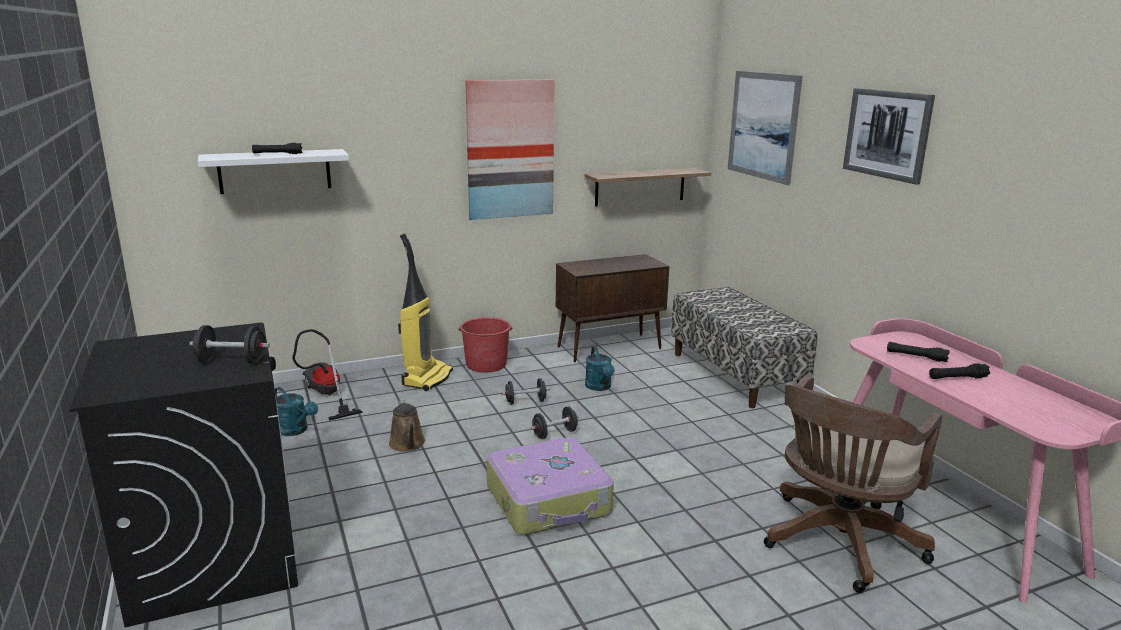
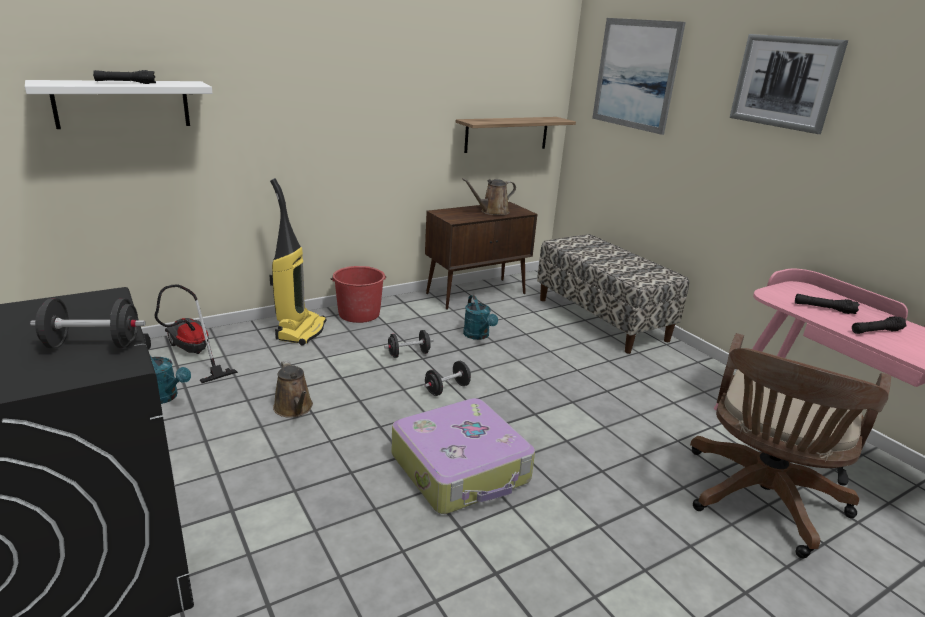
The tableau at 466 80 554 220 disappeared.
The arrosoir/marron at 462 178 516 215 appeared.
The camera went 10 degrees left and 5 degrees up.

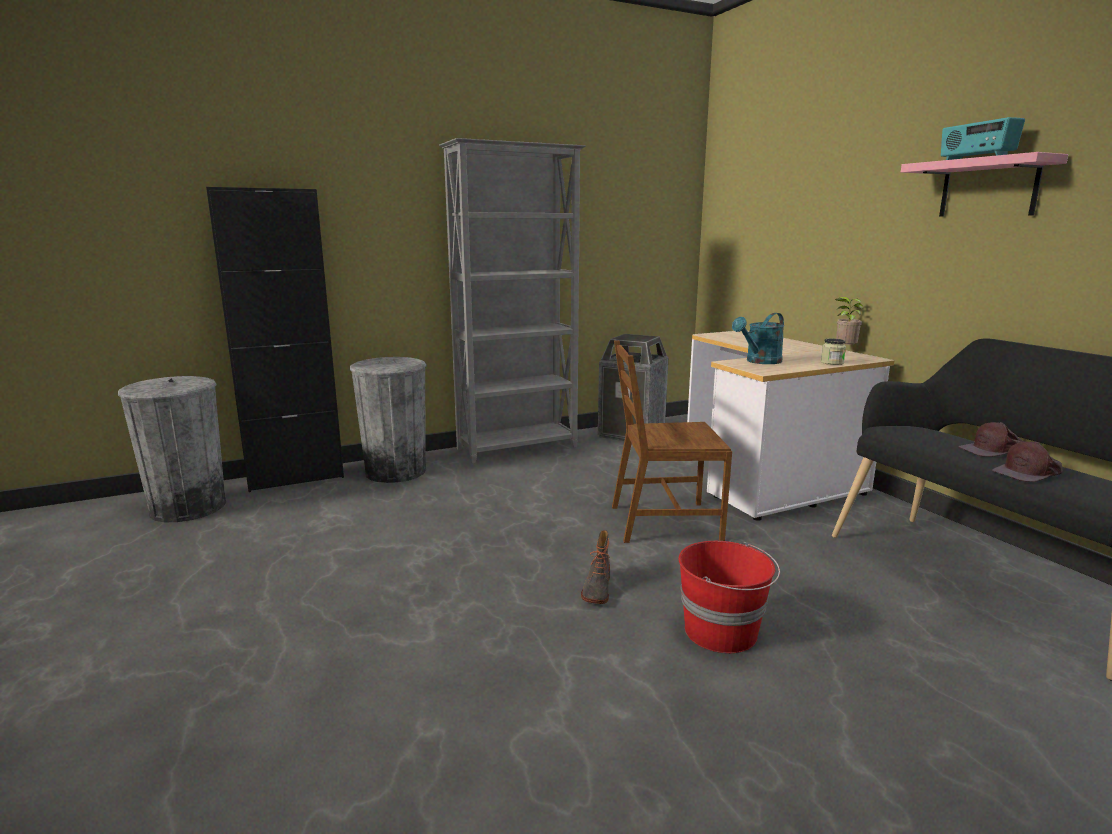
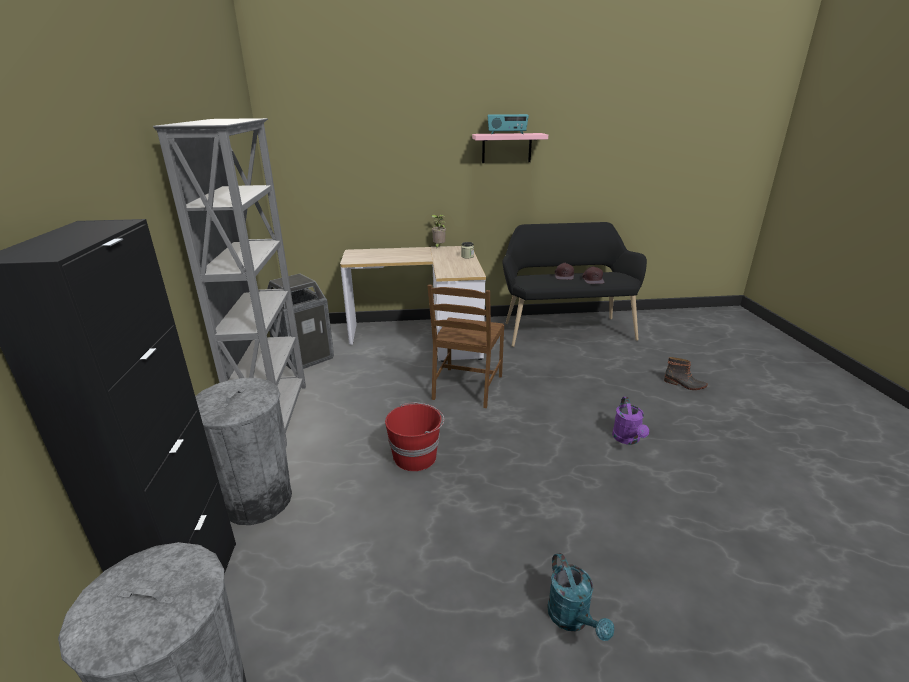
The botte moved from 581 530 610 604 to 664 357 708 390.
The seau/rouge moved from 678 541 780 653 to 385 403 444 471.
The arrosoir/turquoise moved from 732 313 785 364 to 547 553 614 641.
The arrosoir/violet at 612 397 649 445 appeared.
The camera went 70 degrees left and 10 degrees up.

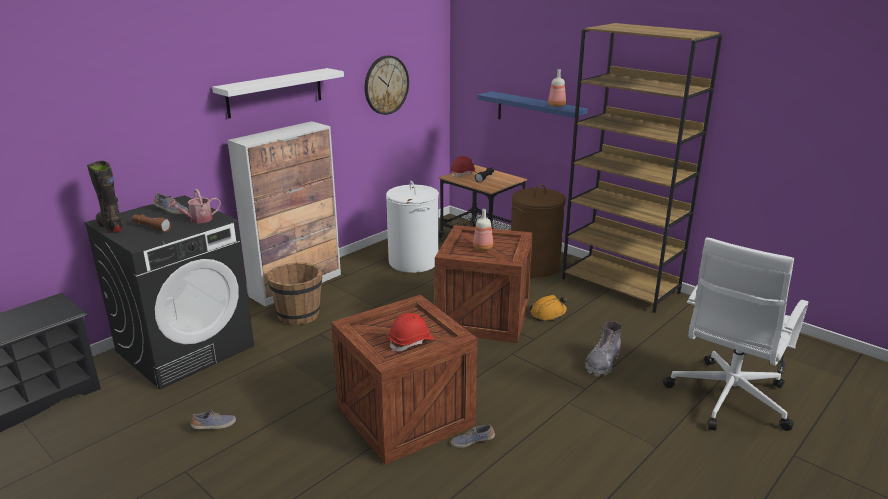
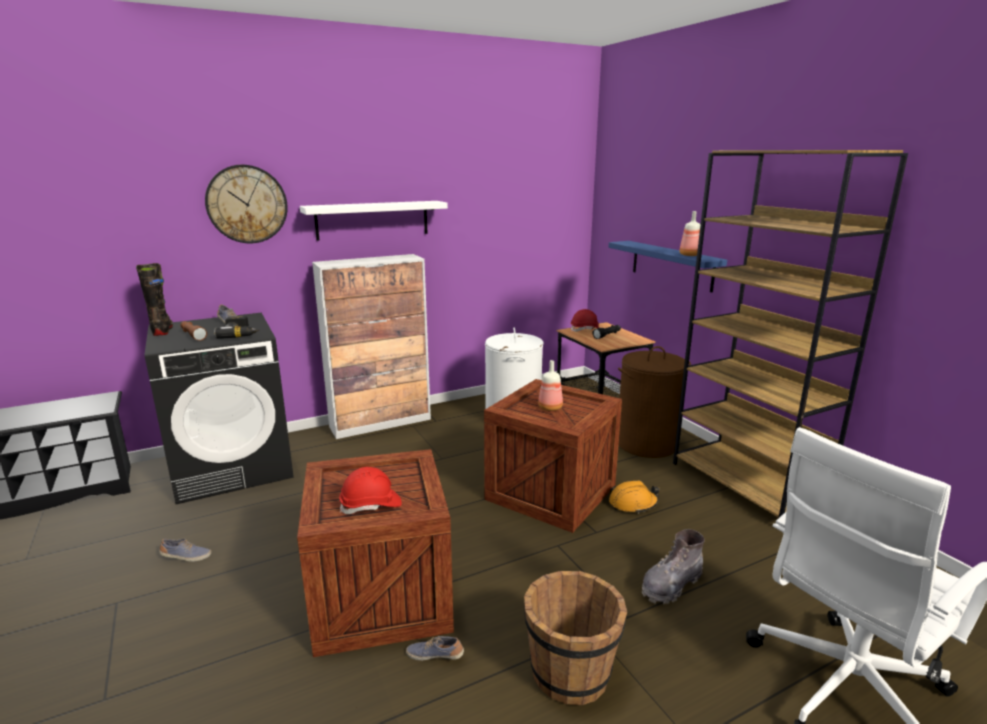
The arrosoir at 168 189 221 224 was replaced by the perceuse at 214 316 260 339.
The seau/marron moved from 267 262 322 325 to 524 571 627 705.
The horloge murale moved from 365 56 409 115 to 205 164 288 243.
The camera went 20 degrees right and 5 degrees down.

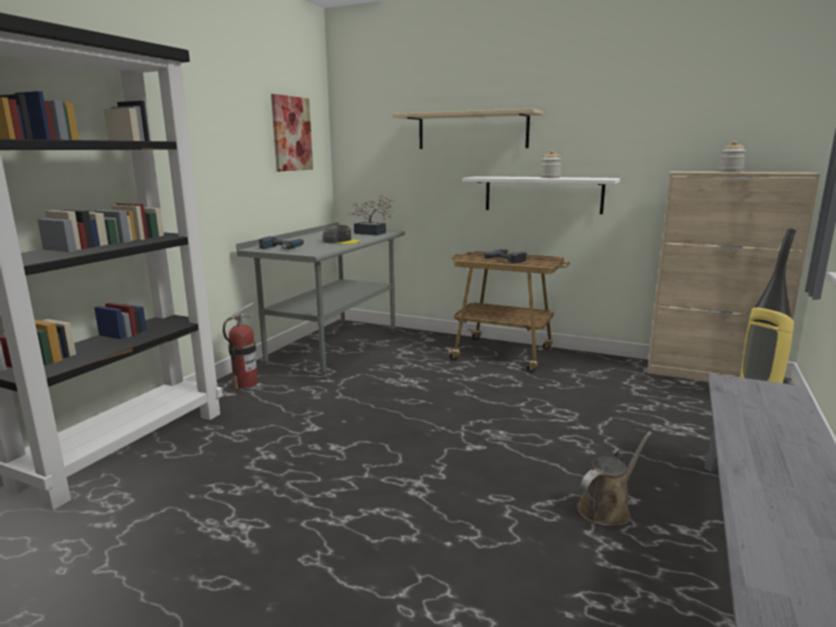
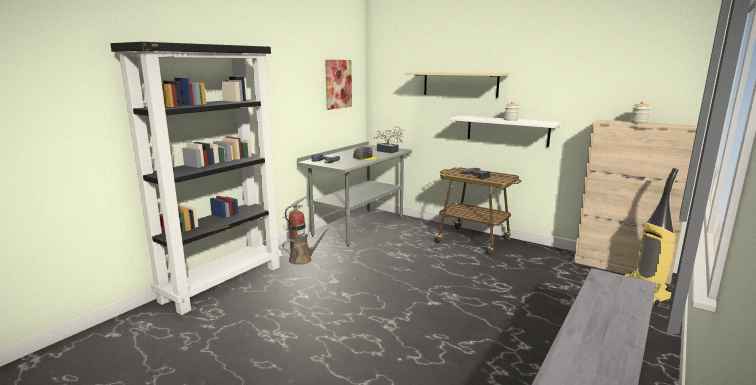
The arrosoir/marron moved from 577 431 652 526 to 283 228 329 264.
The camera went 10 degrees right and 0 degrees up.

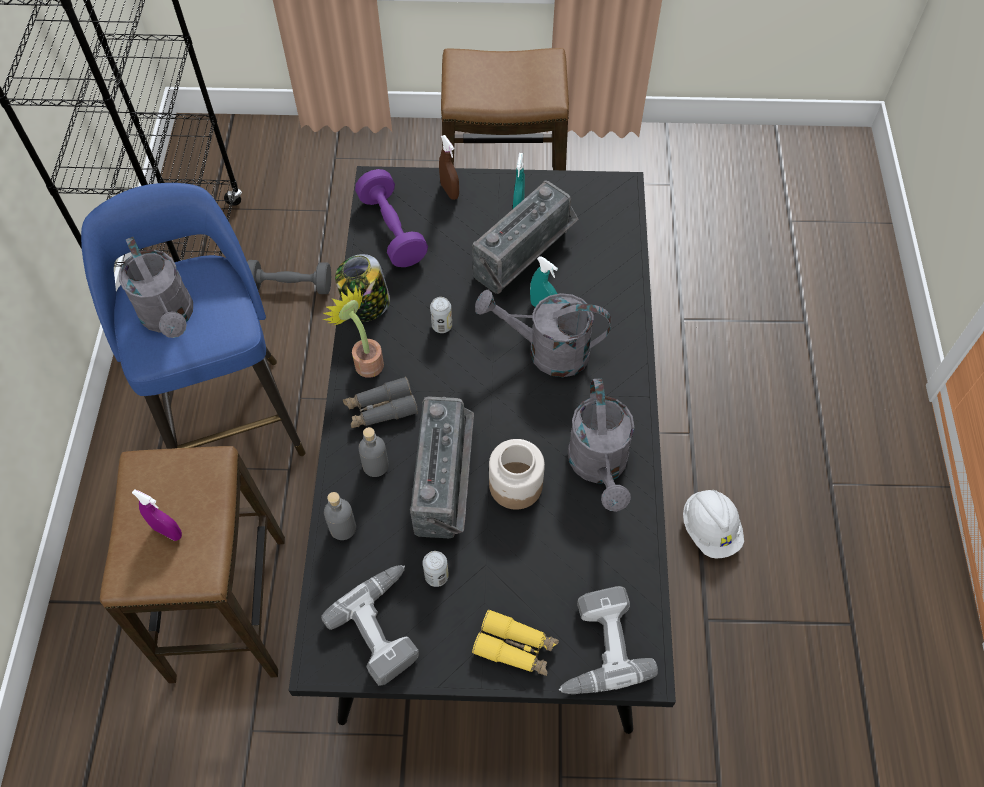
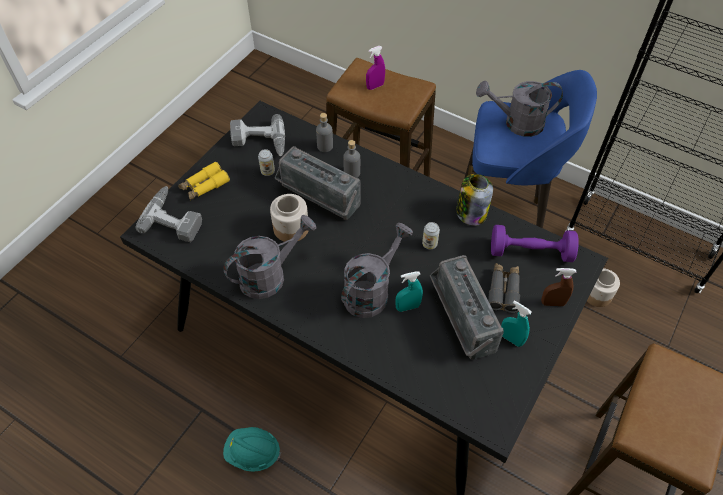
The haltère/gris at 247 260 331 294 was replaced by the bocal at 587 268 620 307.
The plante en pot at 322 285 384 378 disappeared.
The jumelles/gris moved from 343 377 418 428 to 488 263 520 313.
The arrosoir/gris at 568 378 635 512 turned 120 degrees clockwise.
The casque de chantier/blanc at 683 490 744 558 became the casque de chantier/turquoise at 223 427 281 472.
The camera went 120 degrees right and 5 degrees down.

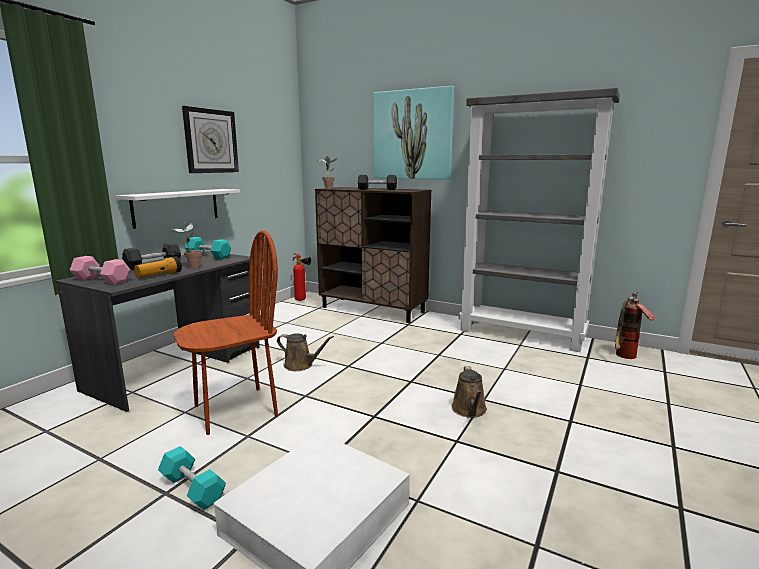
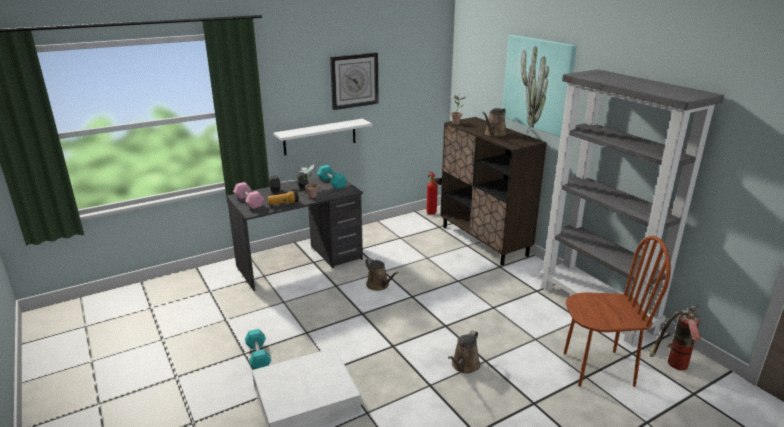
The chaise/marron moved from 174 230 278 435 to 564 236 671 387.
The haltère/noir at 358 175 397 190 was replaced by the arrosoir/marron at 483 108 507 137.
The camera went 30 degrees right and 10 degrees up.

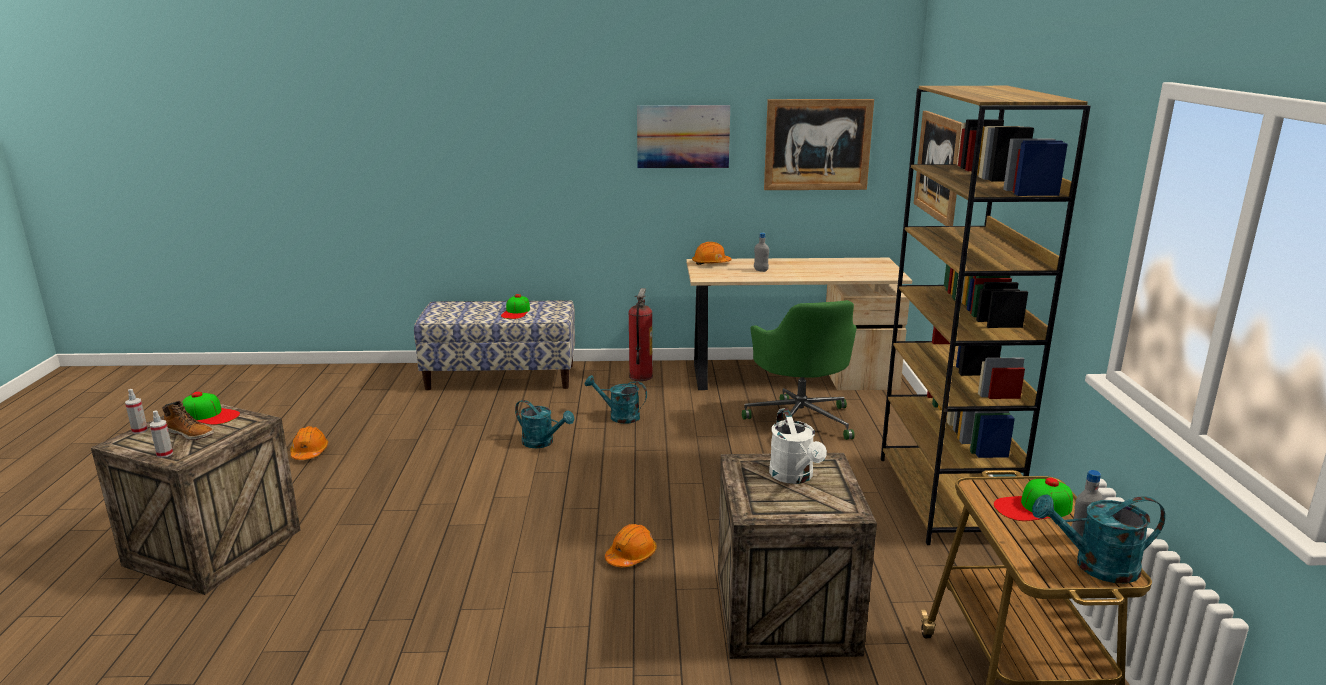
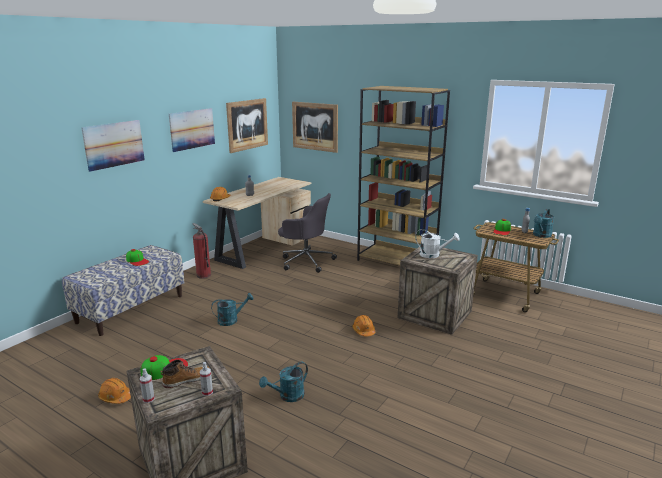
The arrosoir/turquoise moved from 585 375 647 424 to 259 362 308 402.
The chaise de bureau/vert at 742 300 856 440 became the chaise de bureau/gris at 278 193 337 273.
The tableau at 81 120 145 172 appeared.
The camera went 55 degrees left and 0 degrees up.

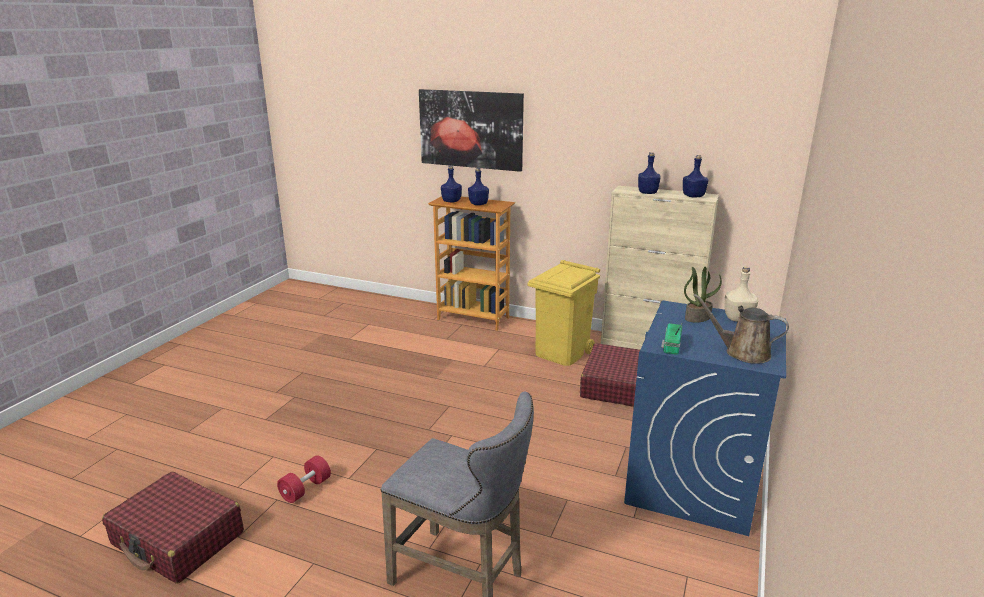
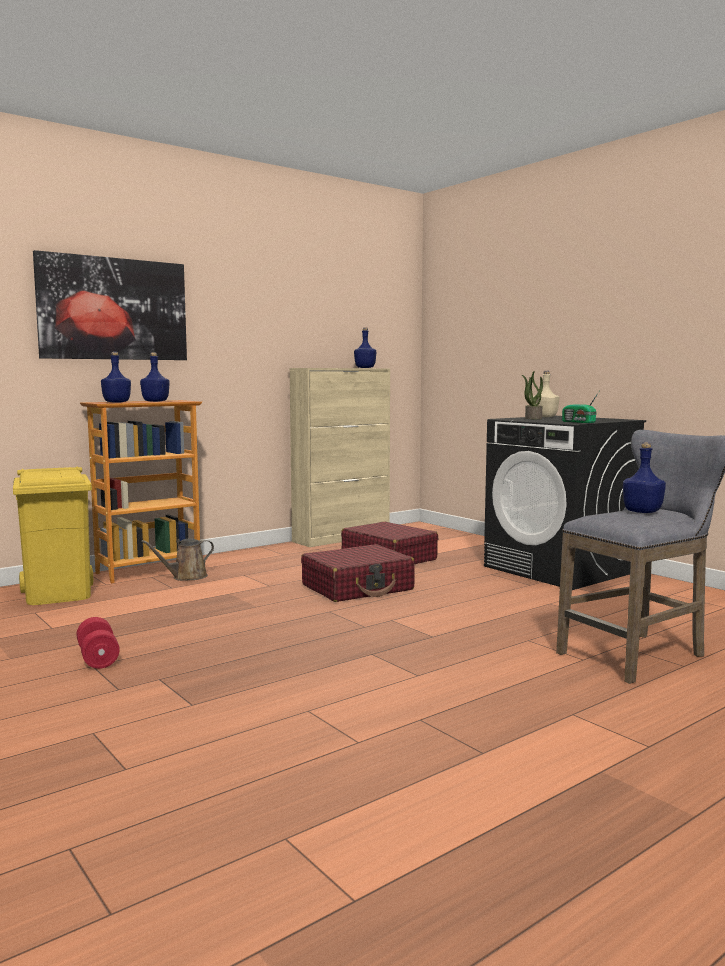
The valise/rouge moved from 102 472 244 584 to 301 544 415 602.
The haltère/rouge moved from 277 455 331 503 to 76 617 120 669.
The poubelle/jaune moved from 527 260 600 366 to 13 466 93 605.
The lave-linge/bleu at 624 301 786 536 became the lave-linge/noir at 484 416 646 590.
The bouteille/bleu moved from 638 152 661 194 to 623 442 666 513.
The arrosoir/marron moved from 694 294 789 364 to 141 538 214 581.
The camera went 60 degrees left and 15 degrees down.

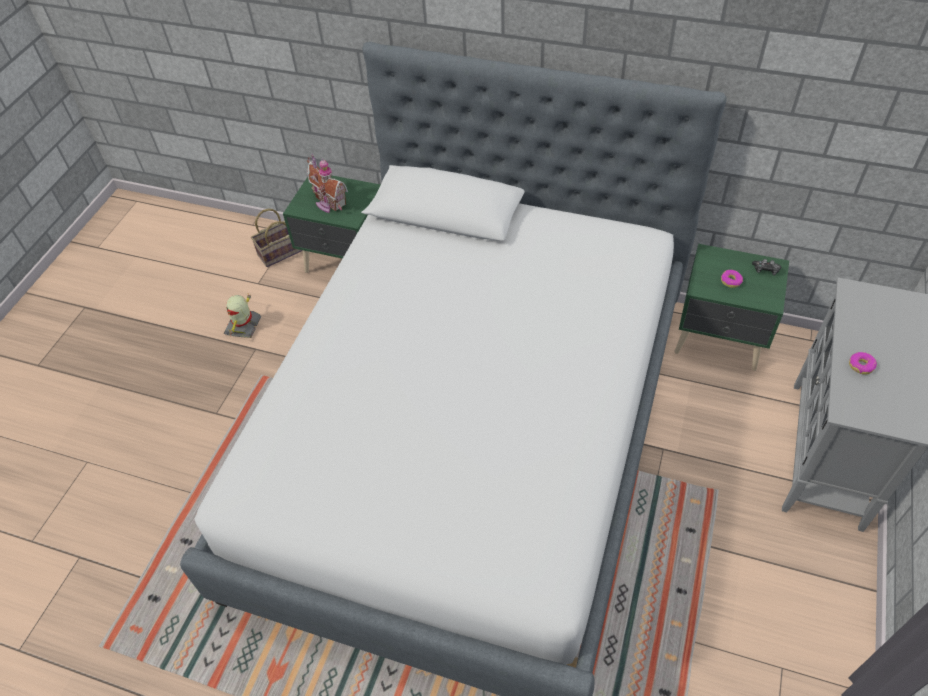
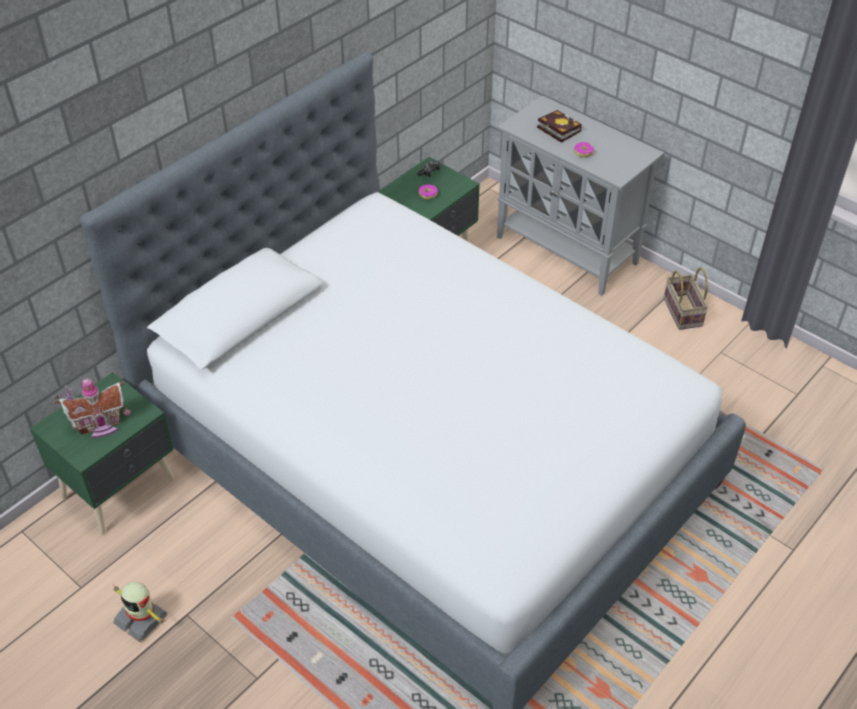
The panier moved from 251 209 303 267 to 664 267 709 330.
The livre at 537 110 582 143 appeared.
The camera went 70 degrees left and 5 degrees down.

